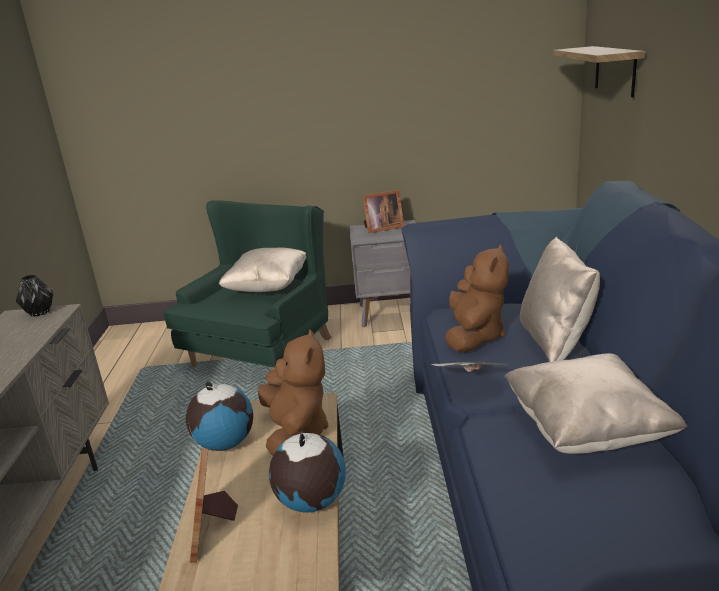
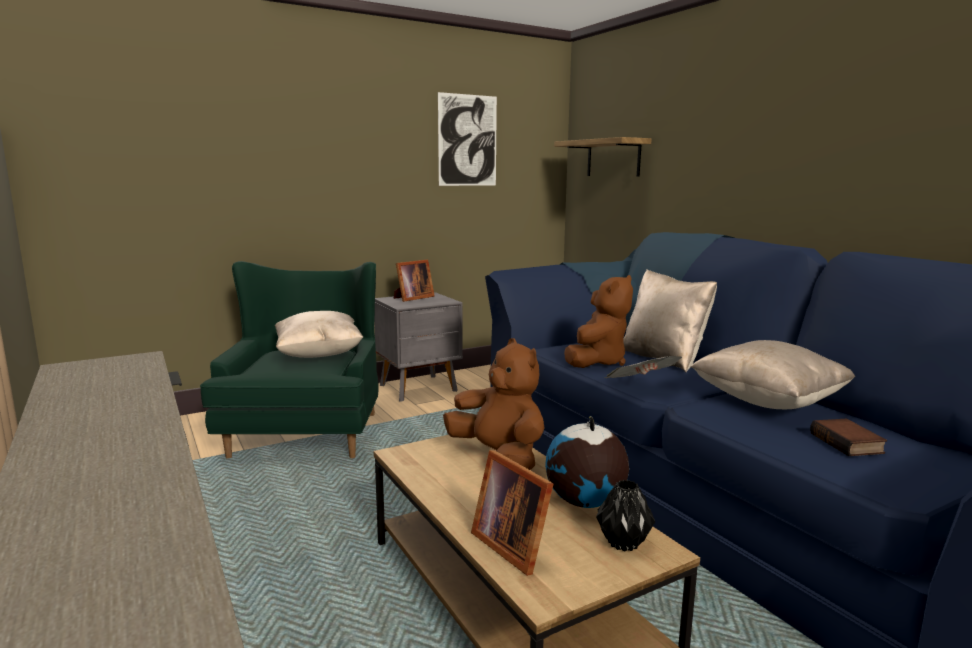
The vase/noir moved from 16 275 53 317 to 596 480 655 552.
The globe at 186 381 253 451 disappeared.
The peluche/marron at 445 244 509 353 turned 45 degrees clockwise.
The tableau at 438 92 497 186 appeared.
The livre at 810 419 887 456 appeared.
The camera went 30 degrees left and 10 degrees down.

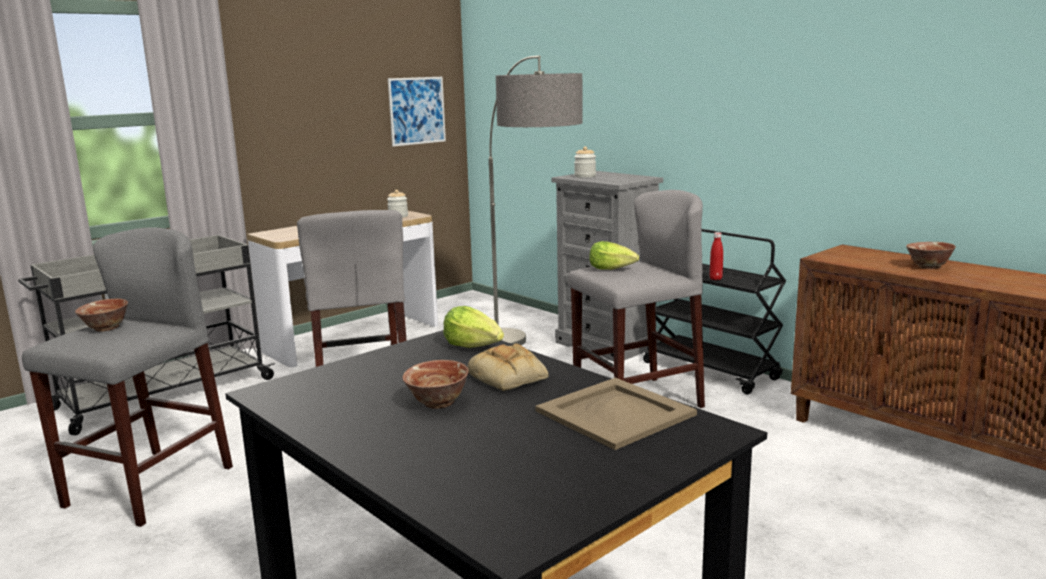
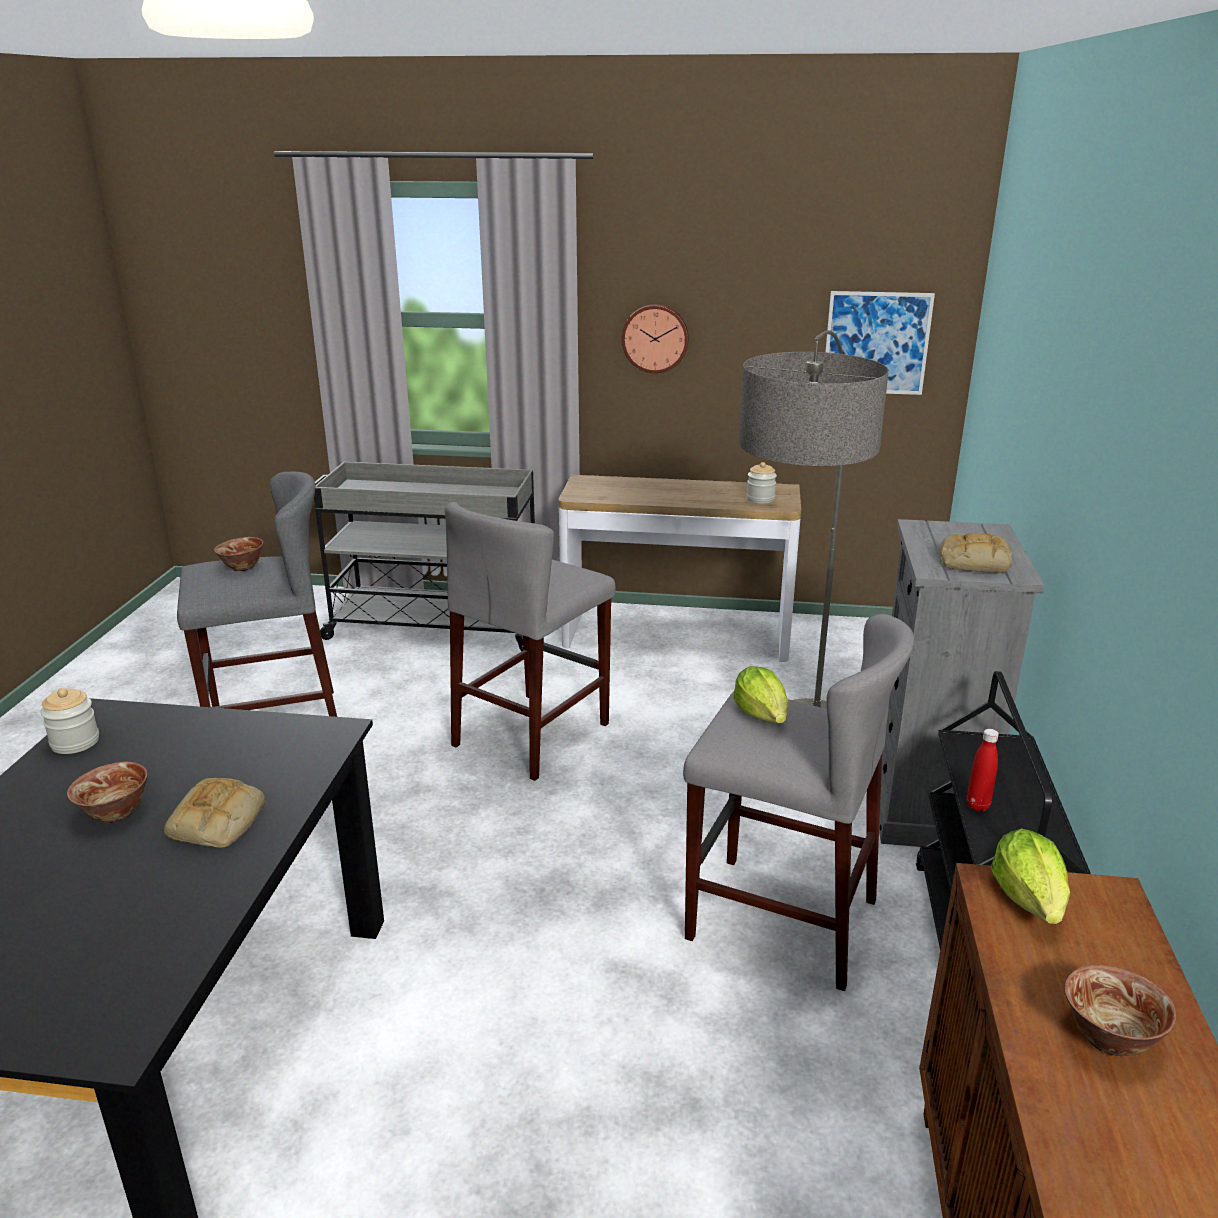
The laitue moved from 443 306 504 348 to 991 829 1070 924.
The plateau/beige at 535 378 697 450 disappeared.
The bocal moved from 574 146 596 178 to 40 688 99 754.
The horloge murale at 622 304 689 373 appeared.
The pain at 939 534 1012 573 appeared.
The camera went 50 degrees right and 10 degrees up.

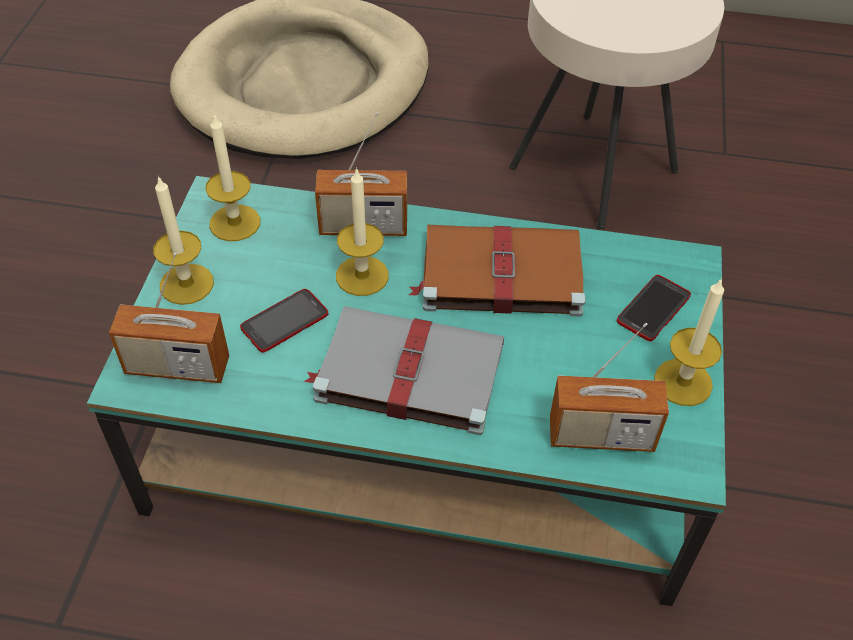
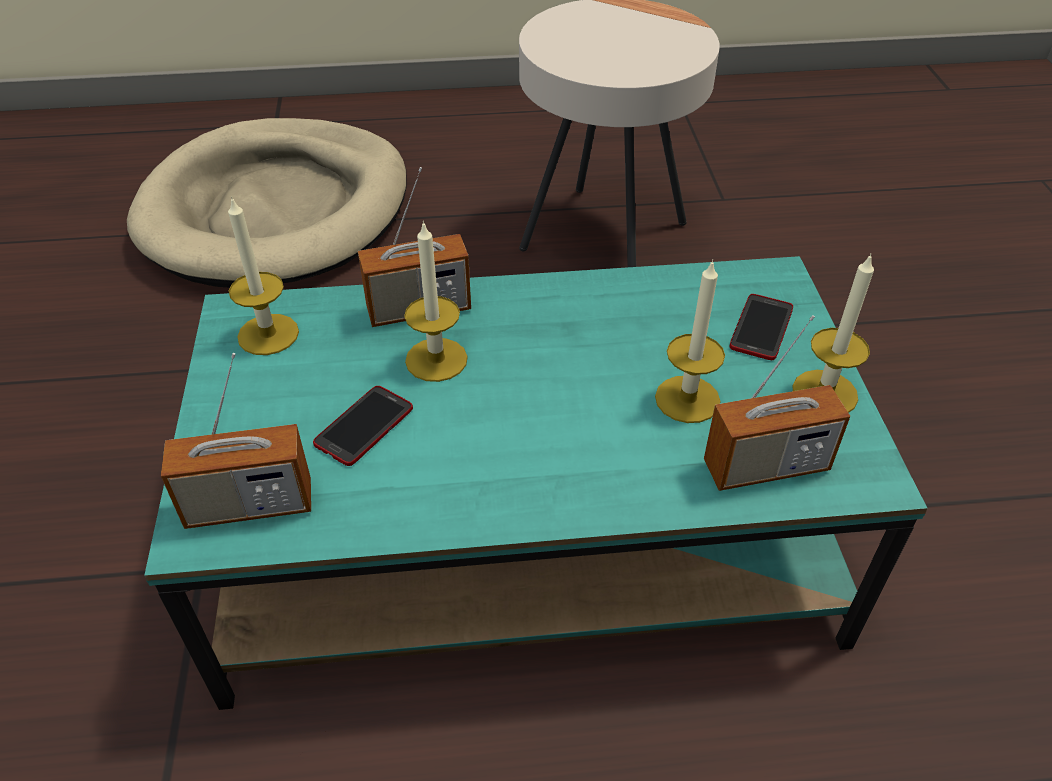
The bougie moved from 153 175 214 305 to 655 259 725 423.
The livre/gris at 304 306 504 435 disappeared.
The livre/marron at 409 225 585 317 disappeared.
The camera went 15 degrees left and 5 degrees down.

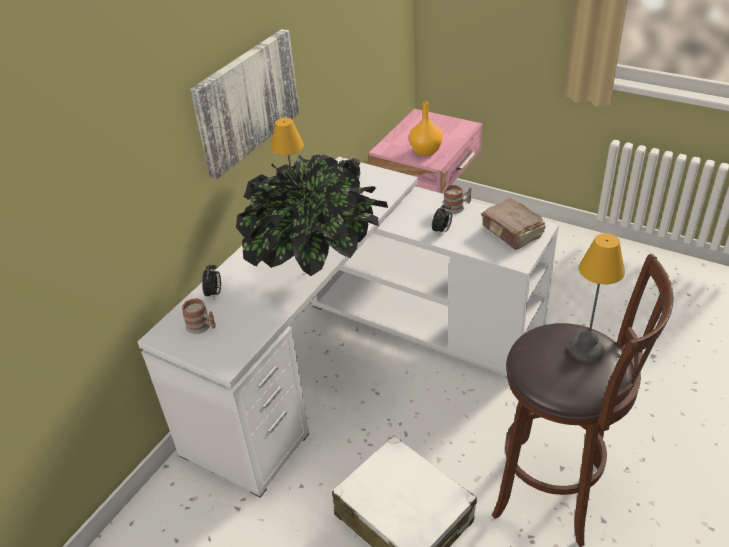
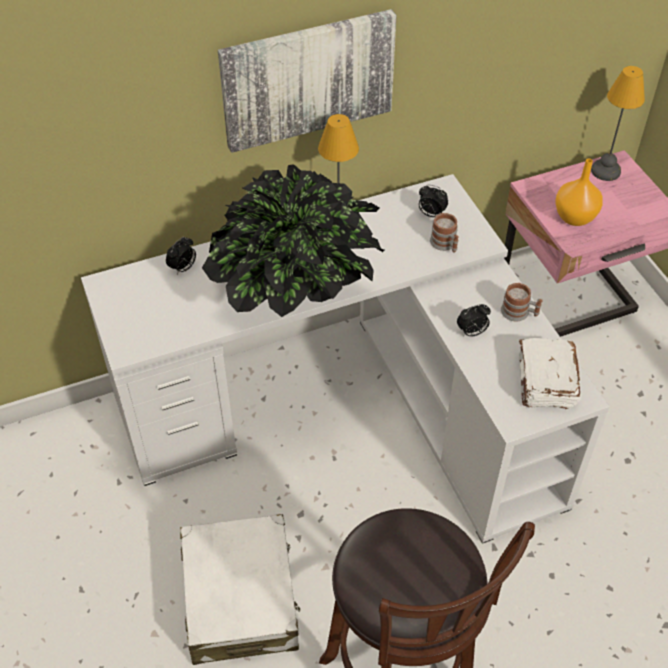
The mug moved from 182 298 216 334 to 430 213 458 253.
The livre/marron at 481 198 546 250 became the livre/blanc at 519 338 581 409.
The lampe de table moved from 569 233 625 363 to 591 66 645 181.
The camera went 35 degrees right and 10 degrees up.

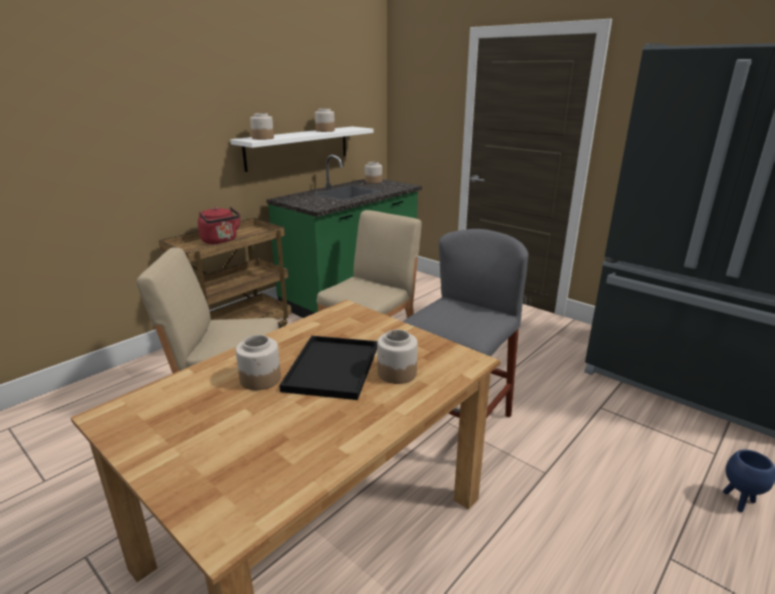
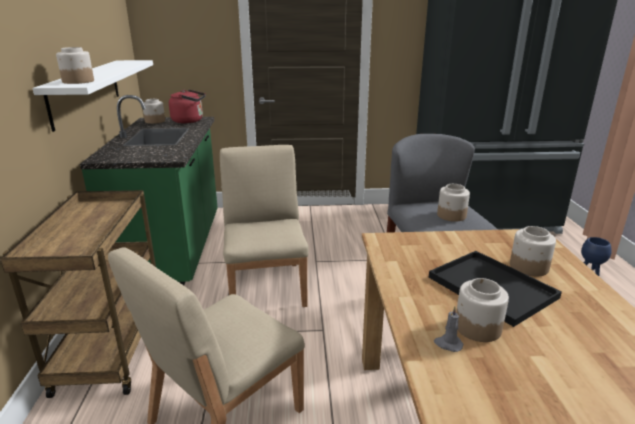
The bouilloire/rouge moved from 198 207 241 245 to 169 89 206 123.
The bocal moved from 315 108 335 132 to 437 184 470 222.
The bougie/gris at 434 306 463 352 appeared.
The camera went 45 degrees left and 0 degrees up.

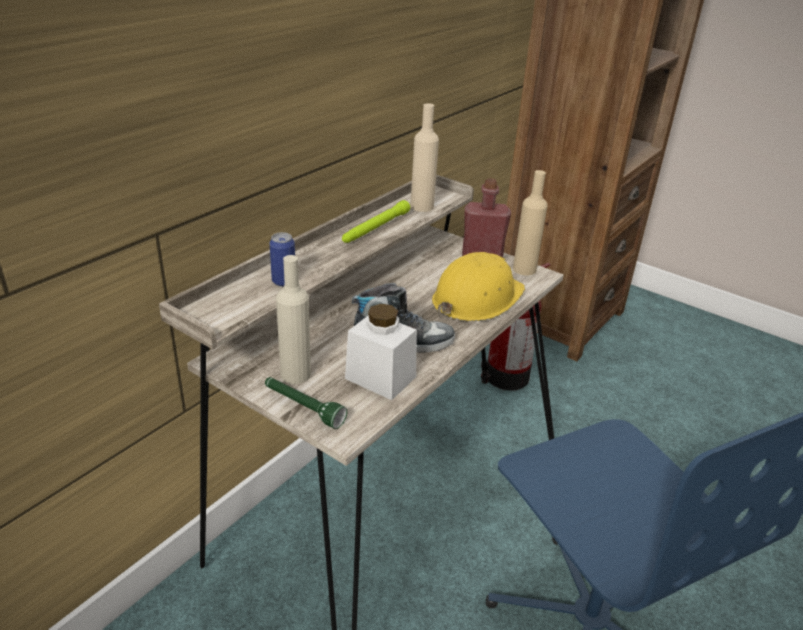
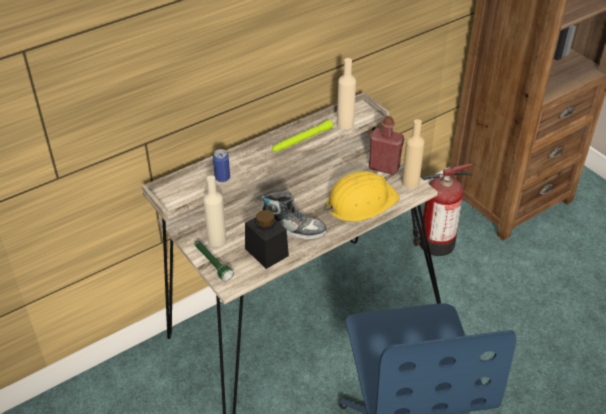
The bocal/blanc at 345 304 417 400 became the bocal/noir at 245 210 289 269.
The camera went 20 degrees right and 10 degrees up.

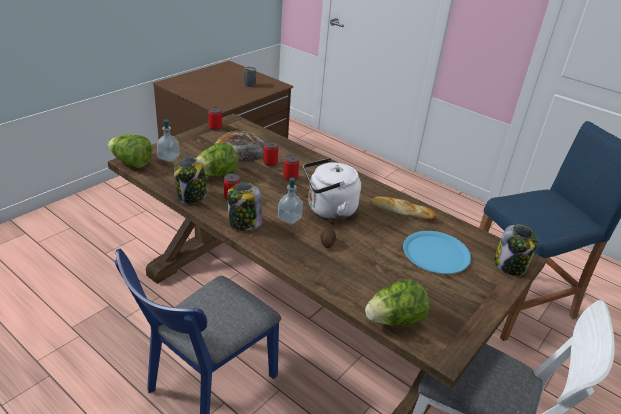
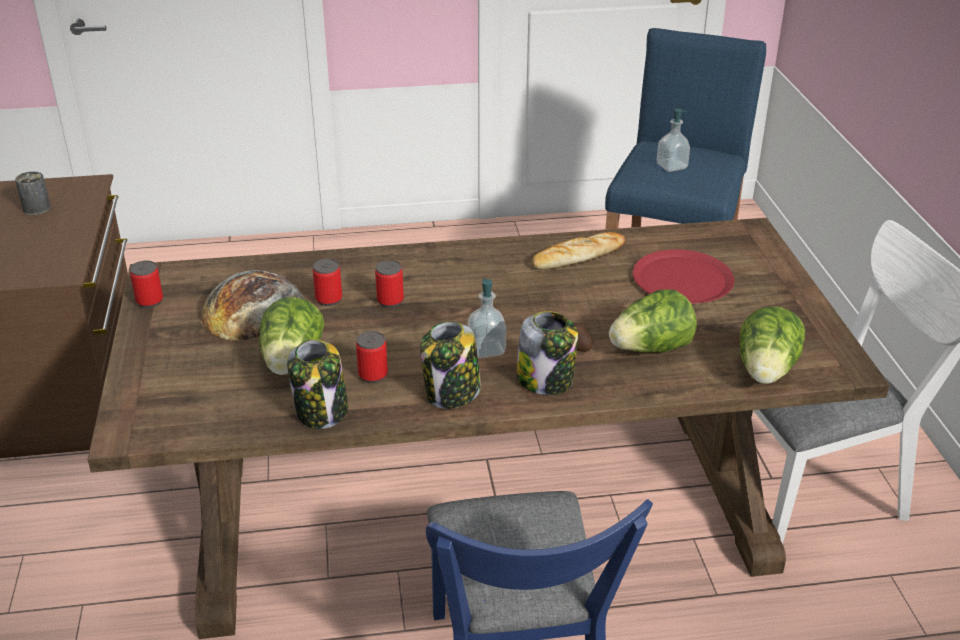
The laitue moved from 108 134 153 168 to 609 289 697 352.
The distributeur de savon moved from 157 119 179 161 to 657 109 690 172.
The bouilloire/blanc at 303 158 361 220 disappeared.
The assiette/bleu at 403 231 471 274 became the assiette/rouge at 633 250 734 304.
The bocal moved from 494 225 538 276 to 516 311 578 395.
The camera went 45 degrees left and 0 degrees up.

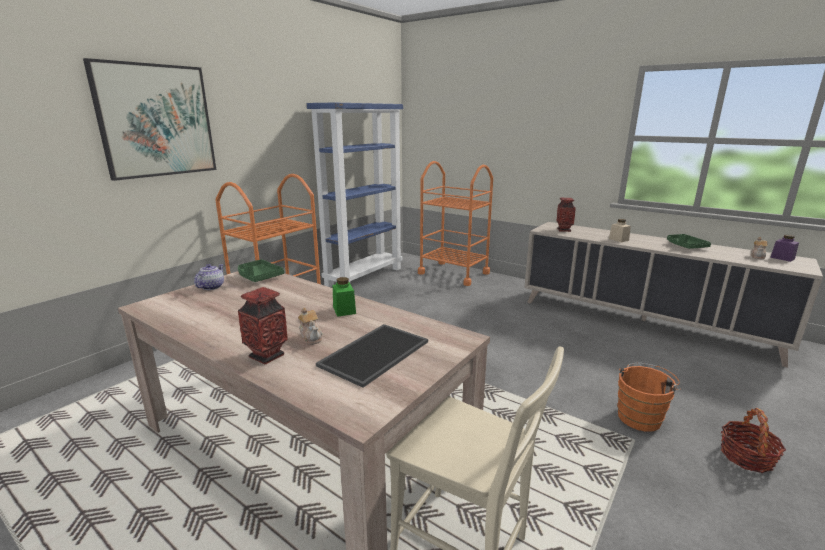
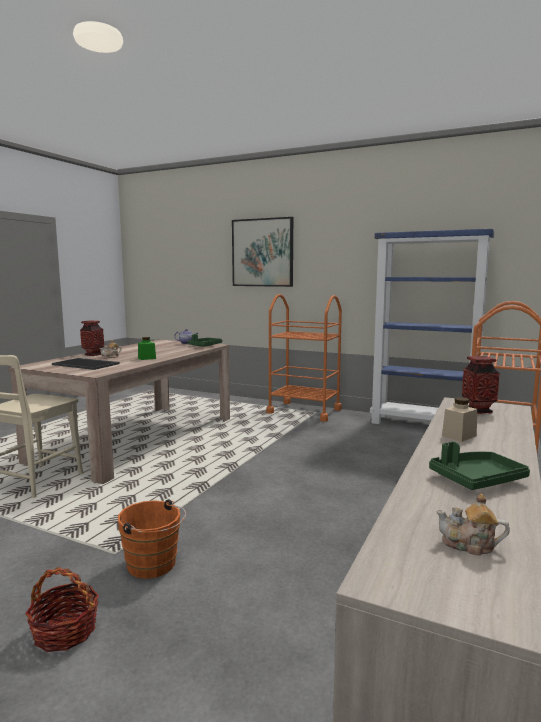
The bocal/violet at 770 234 799 262 disappeared.
The camera went 80 degrees right and 10 degrees down.

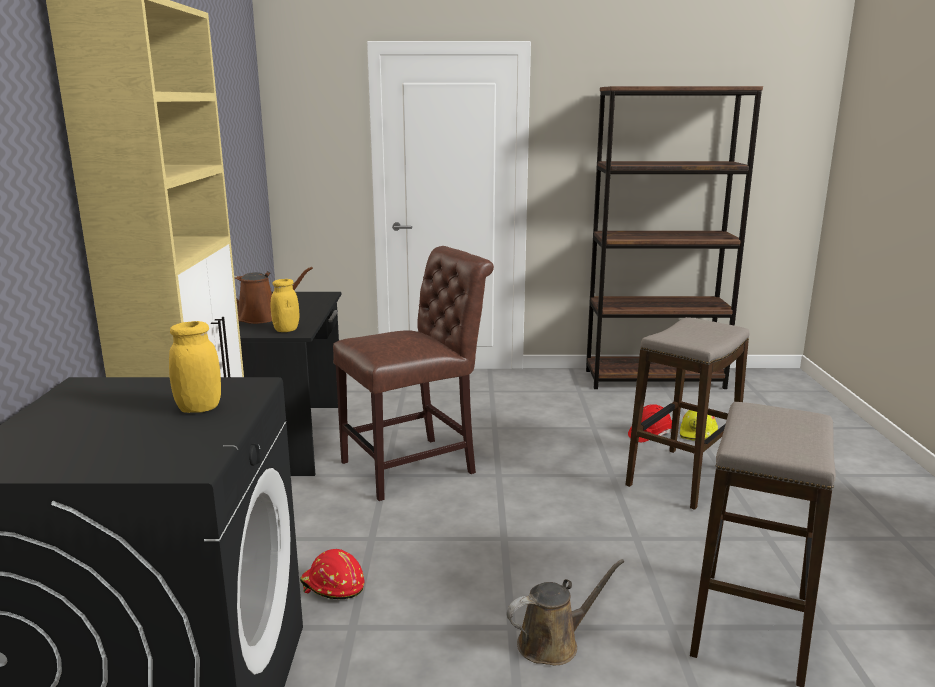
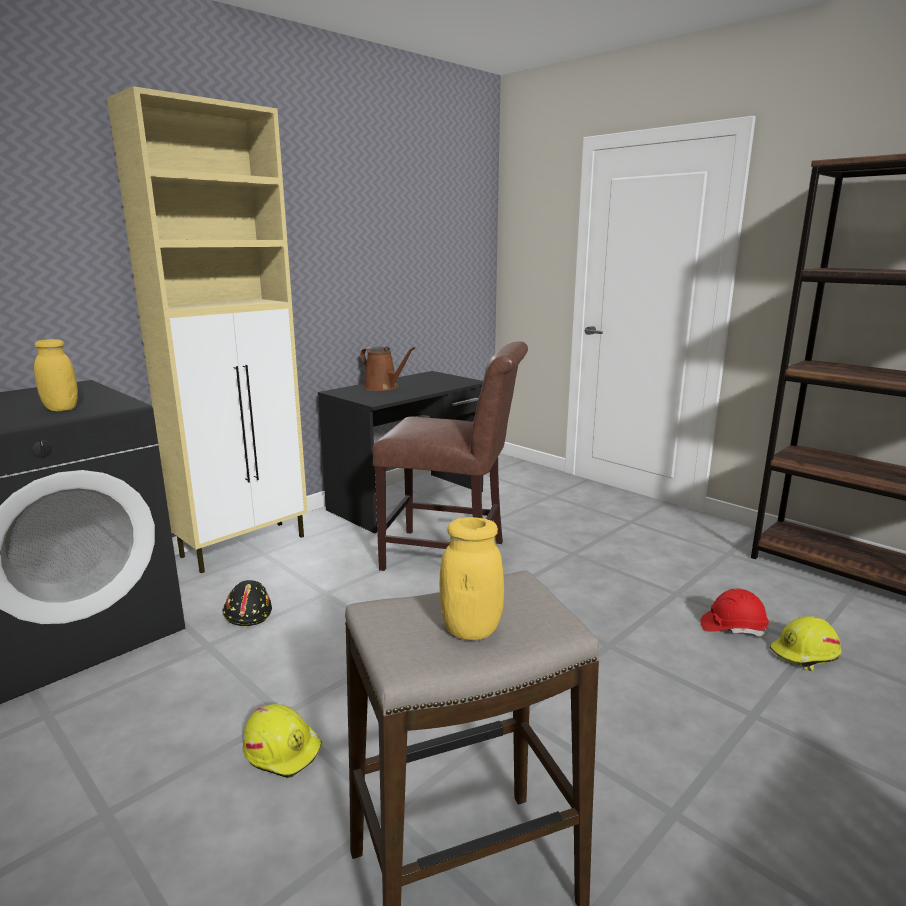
The bocal/jaune moved from 271 279 300 332 to 440 517 504 640.
The casque de chantier/rouge at 300 549 364 599 became the casque de chantier/noir at 223 580 272 626.
The arrosoir/marron at 506 559 624 666 was replaced by the casque de chantier/jaune at 243 704 322 778.
The tabouret at 625 317 749 510 disappeared.
The camera went 45 degrees right and 0 degrees up.

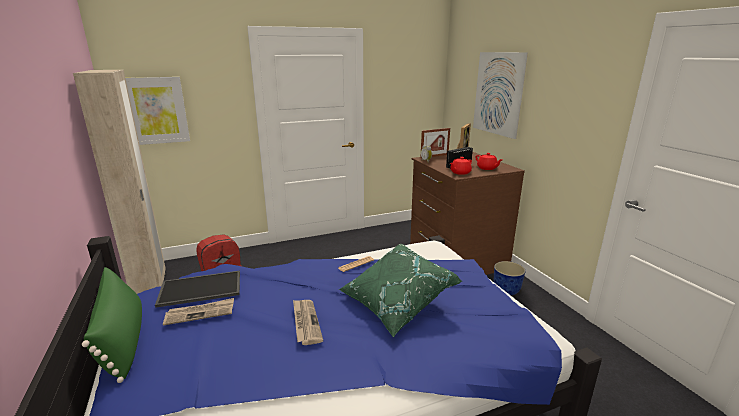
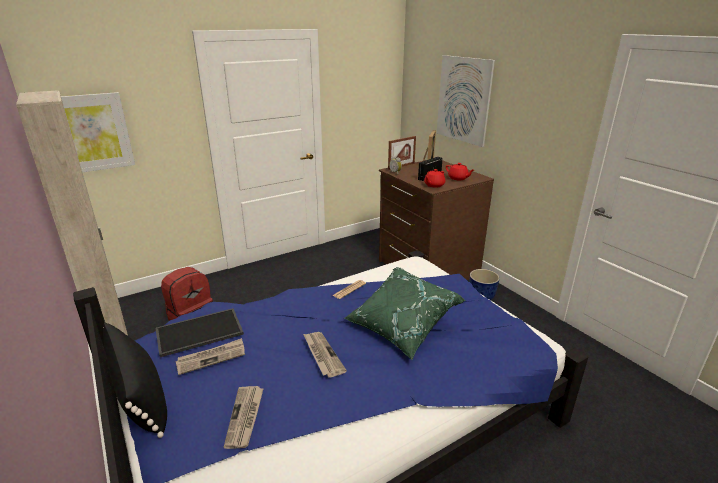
The coussin/vert at 82 267 142 383 became the coussin/noir at 103 323 167 438.
The journal at 224 386 264 449 appeared.
The camera went 10 degrees left and 5 degrees up.

